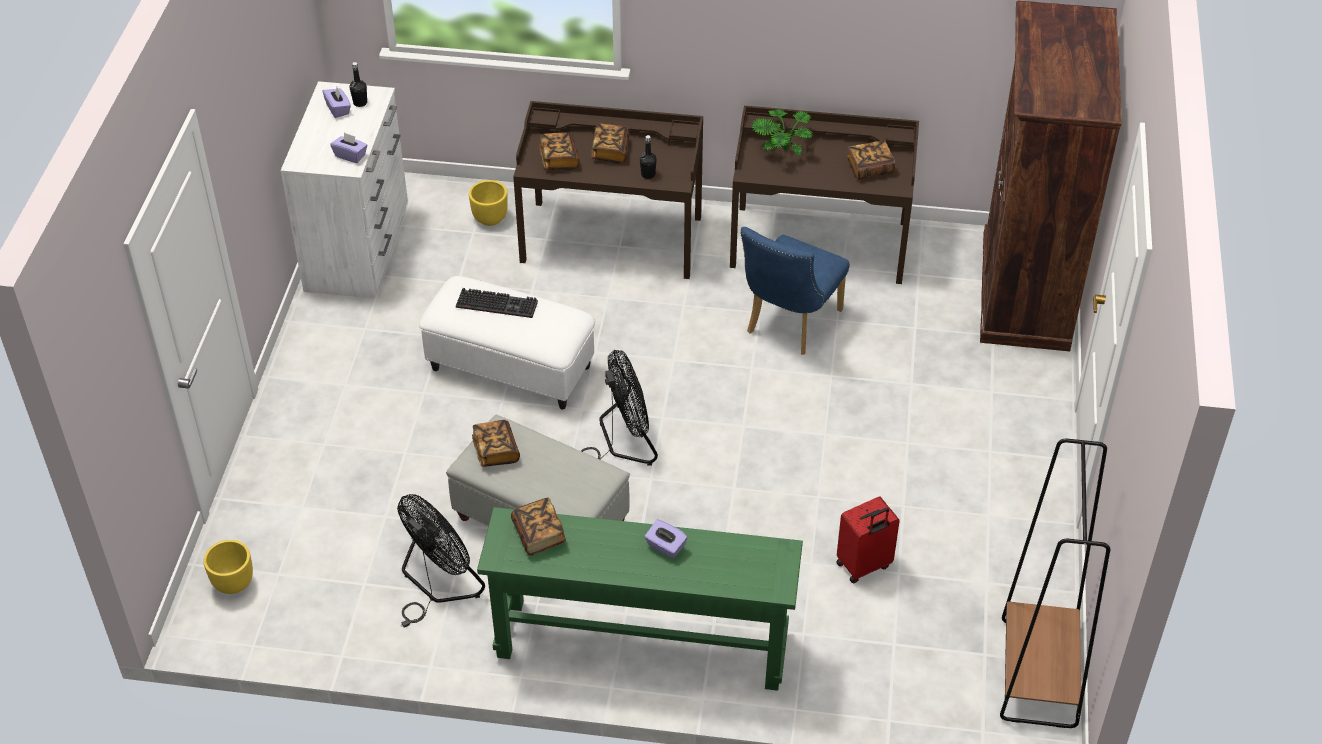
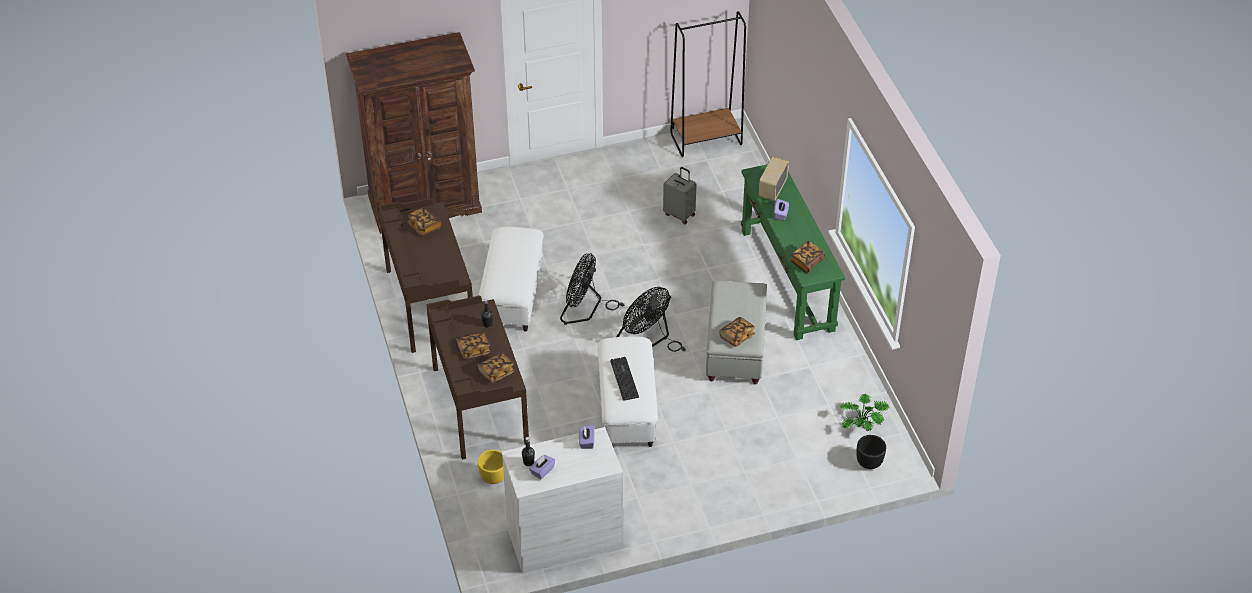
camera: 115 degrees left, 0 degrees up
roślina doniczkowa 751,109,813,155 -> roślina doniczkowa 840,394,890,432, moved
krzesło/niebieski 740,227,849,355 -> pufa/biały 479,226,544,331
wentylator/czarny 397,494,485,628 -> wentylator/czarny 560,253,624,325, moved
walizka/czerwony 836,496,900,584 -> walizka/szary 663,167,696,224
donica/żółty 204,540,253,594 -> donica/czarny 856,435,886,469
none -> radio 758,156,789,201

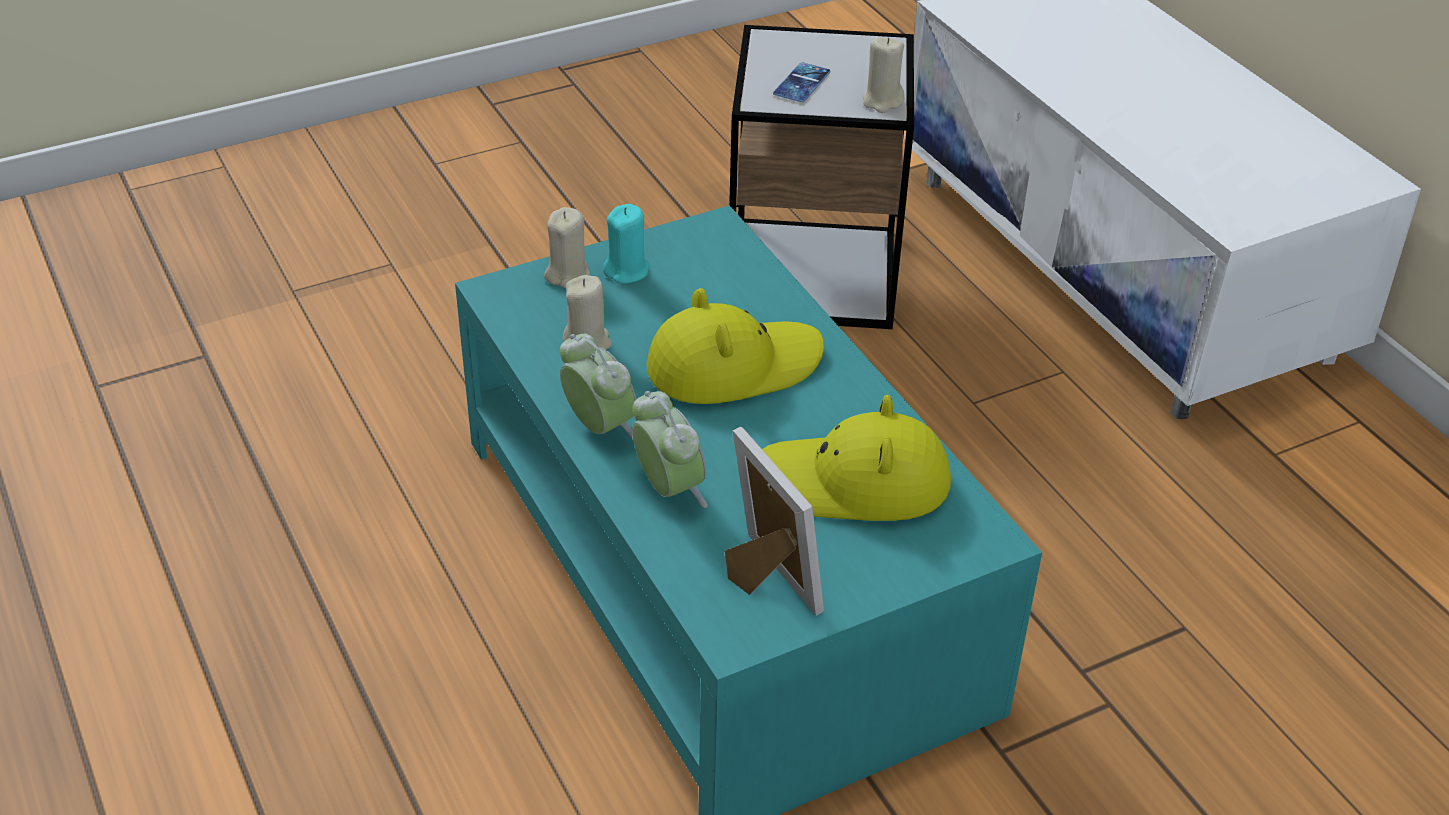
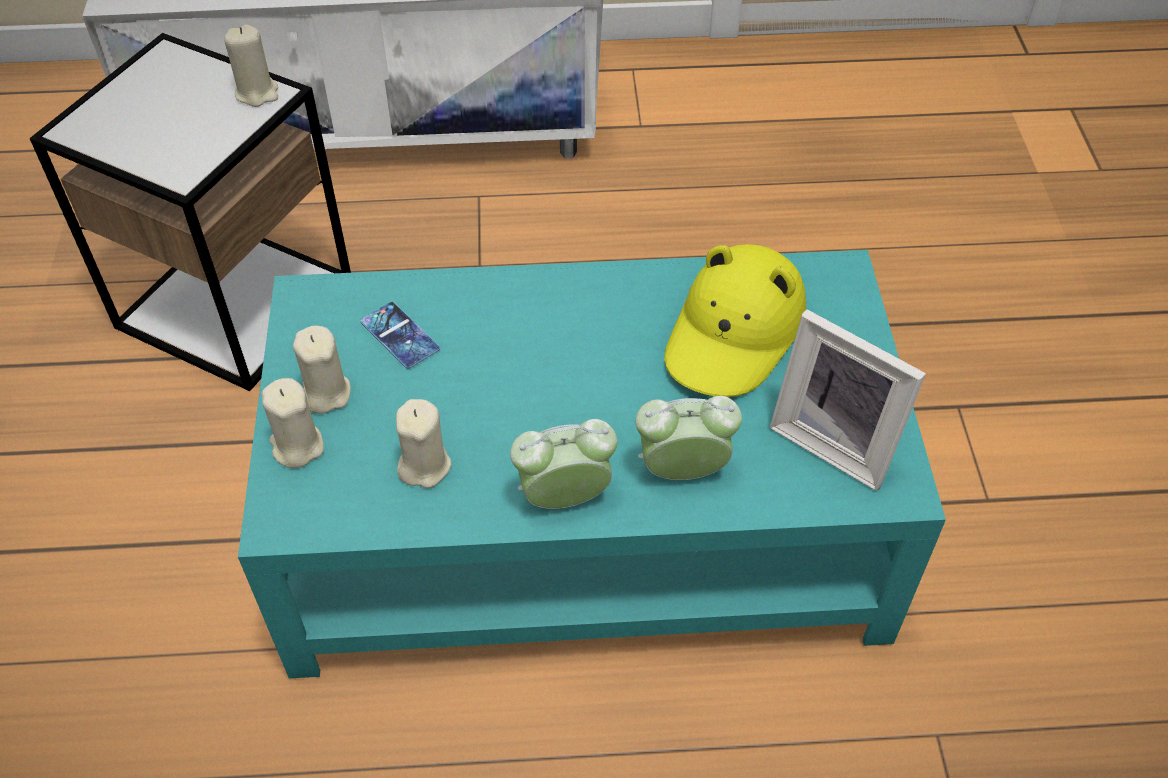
camera: 65 degrees left, 10 degrees up
telefon 773,62,830,102 -> telefon 360,302,440,369, moved
świeca/turkusowy 603,204,649,284 -> świeca/beżowy 293,326,351,414
kapelusz/żółty 647,288,824,404 -> none
ramka na zdjęcie 725,427,824,616 -> ramka na zdjęcie 770,309,926,491, 135 degrees counterclockwise

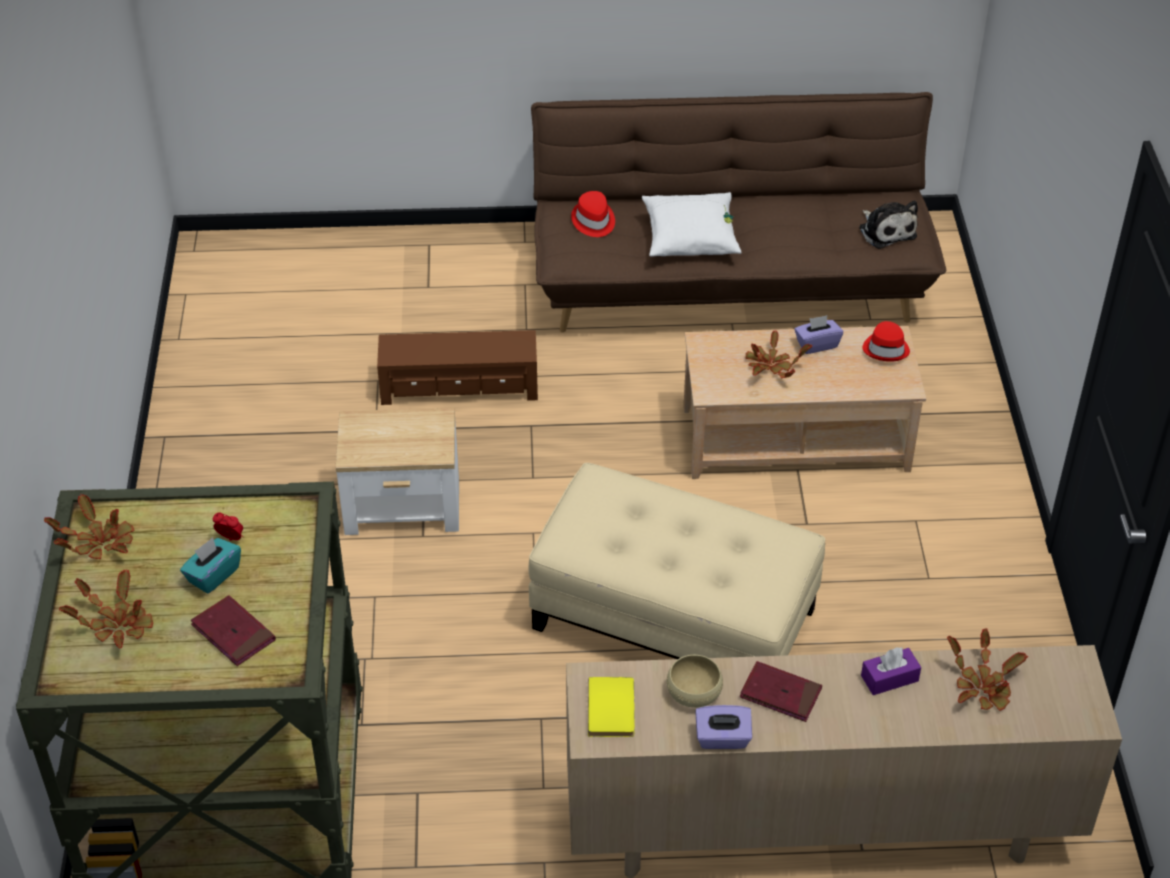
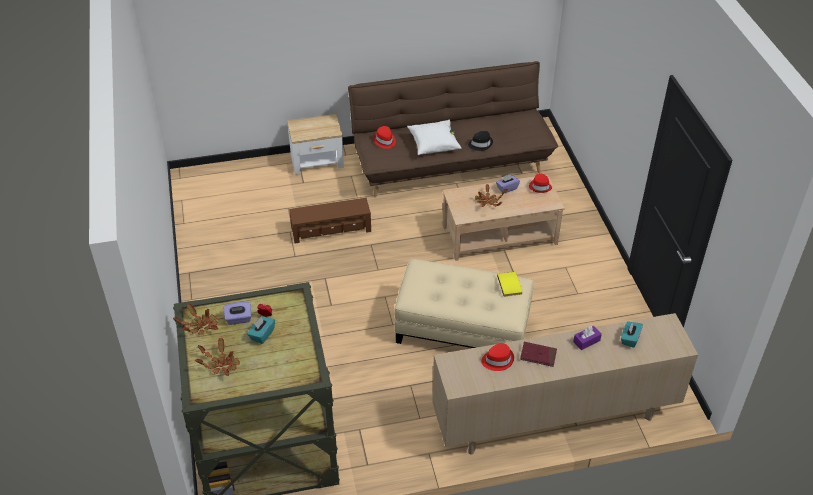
camera: 10 degrees left, 0 degrees up
pluszak 859,201,918,249 -> none
stolik 336,408,459,535 -> stolik 287,114,344,175, moved
książka/czerwony 191,595,276,666 -> none
roślina doniczkowa 947,628,1028,711 -> pudełko chusteczek/turkusowy 621,321,643,348
miska/beżowy 667,655,723,708 -> kapelusz/czerwony 481,343,514,371
książka/żółty 588,677,635,737 -> książka/żółty 497,272,523,297, moved
pudełko chusteczek/fioletowy 695,705,752,749 -> pudełko chusteczek/fioletowy 223,302,252,325, moved
none -> kapelusz/czarny 468,131,493,151

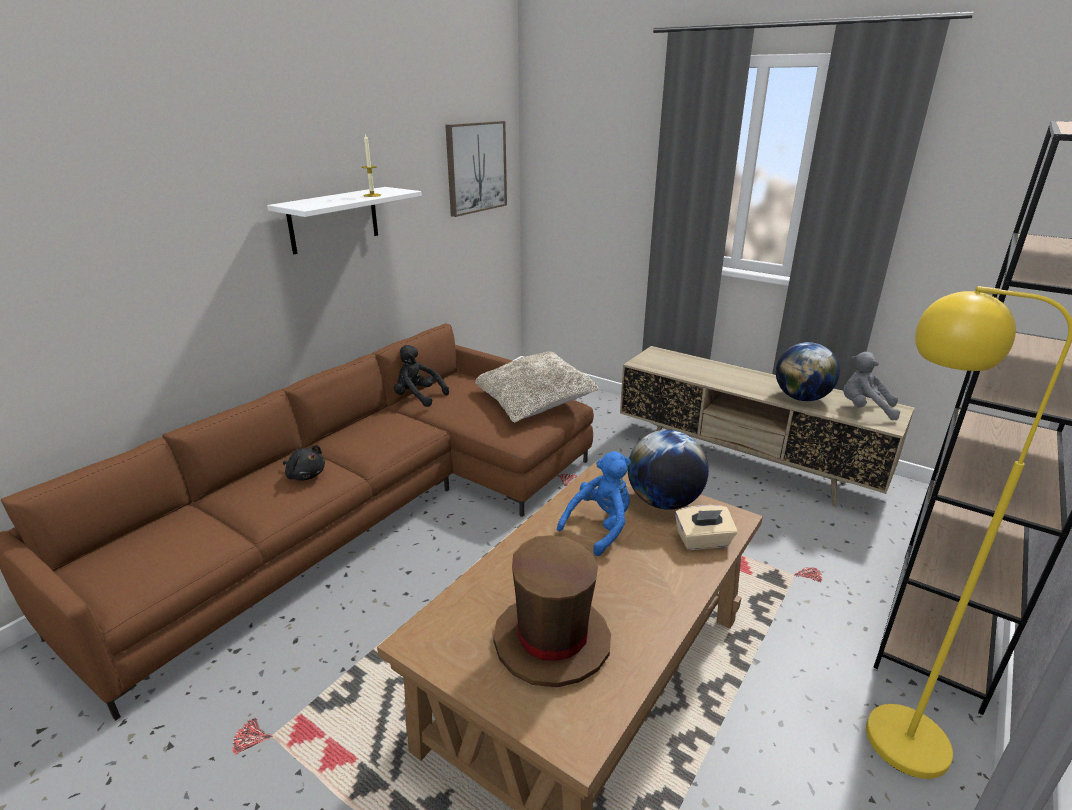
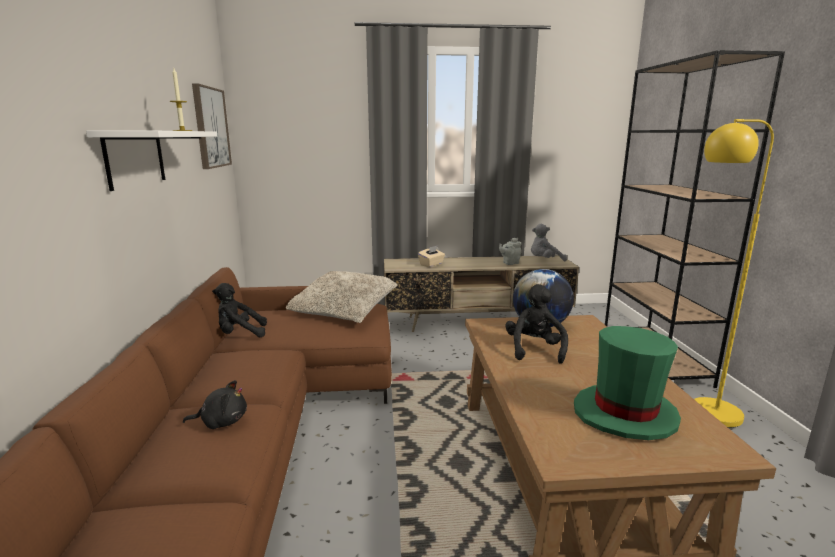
camera: 40 degrees left, 10 degrees down
globus 776,342,840,401 -> imbryk/szary 499,238,522,265
pluszak/niebieski 557,451,631,556 -> pluszak/czarny 505,284,568,364
pudełko chusteczek/beżowy 675,505,738,550 -> pudełko chusteczek/beżowy 418,245,445,267, moved
kapelusz/brązowy 493,535,611,687 -> kapelusz/zielony 574,326,681,440

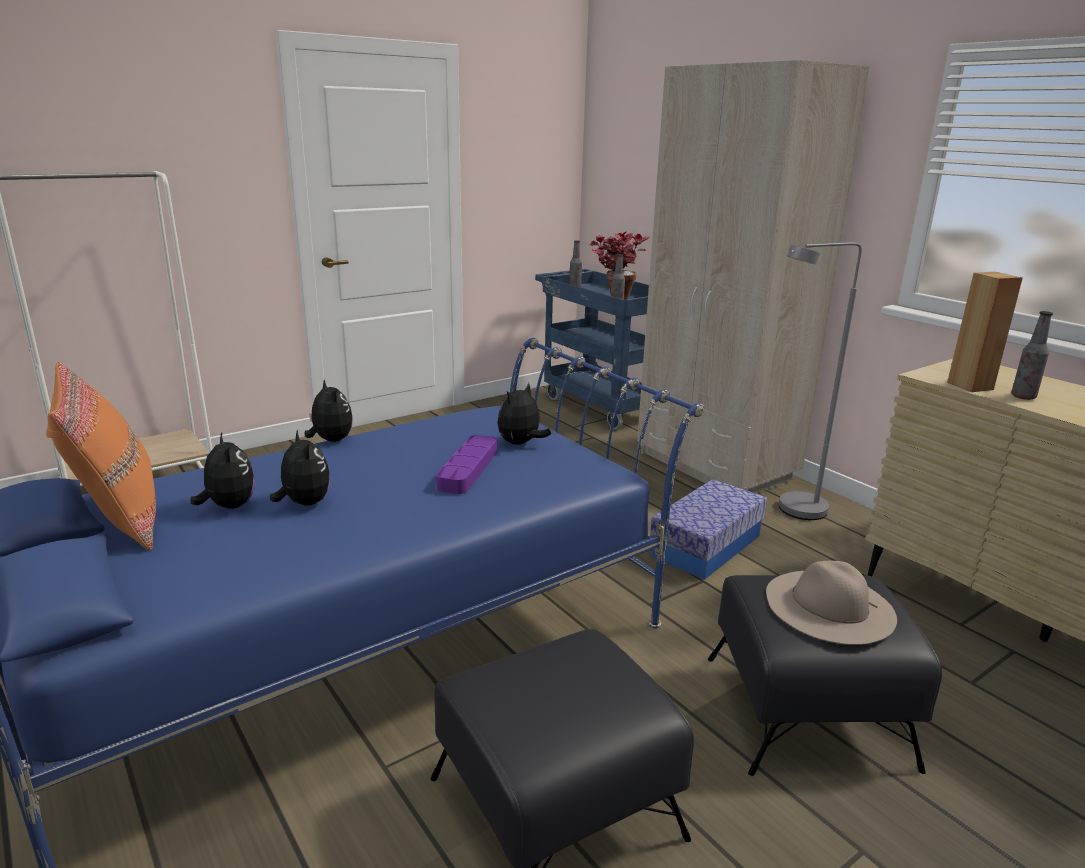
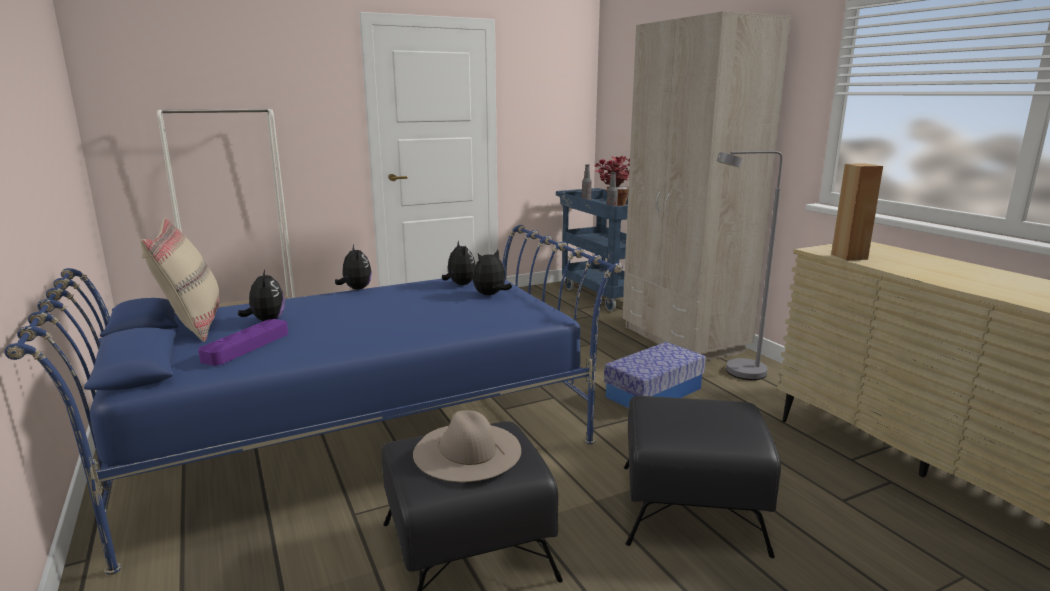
camera: 10 degrees right, 5 degrees down
butelka 1011,311,1053,400 -> none
poduszka/pomarańczowy 46,361,156,551 -> poduszka/beżowy 140,218,219,342
pluszak 270,430,331,506 -> pluszak 442,241,475,285, moved
taca/fioletowy 436,435,497,494 -> taca/fioletowy 198,319,288,366, moved
kapelusz/beżowy 766,561,897,645 -> kapelusz/beżowy 413,410,521,482, moved

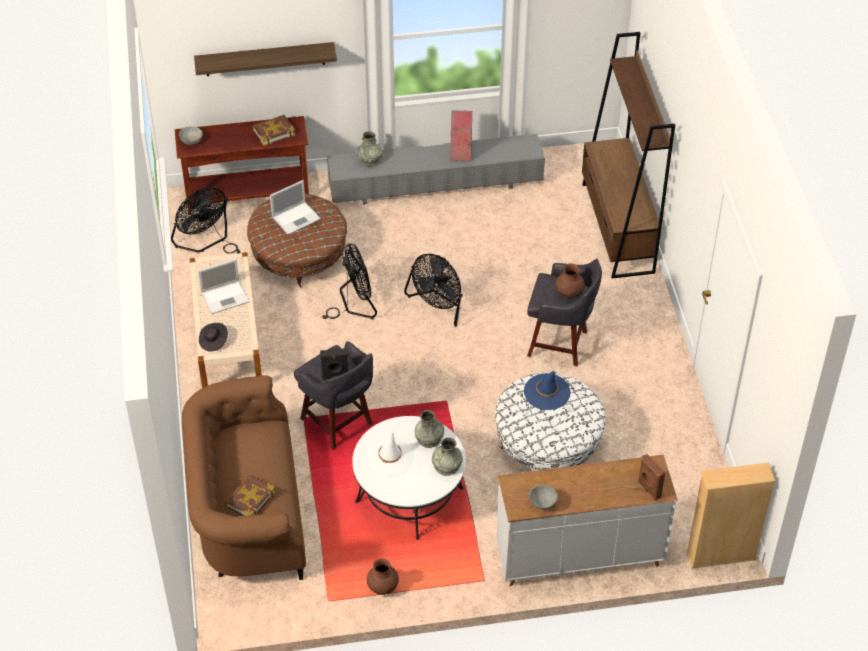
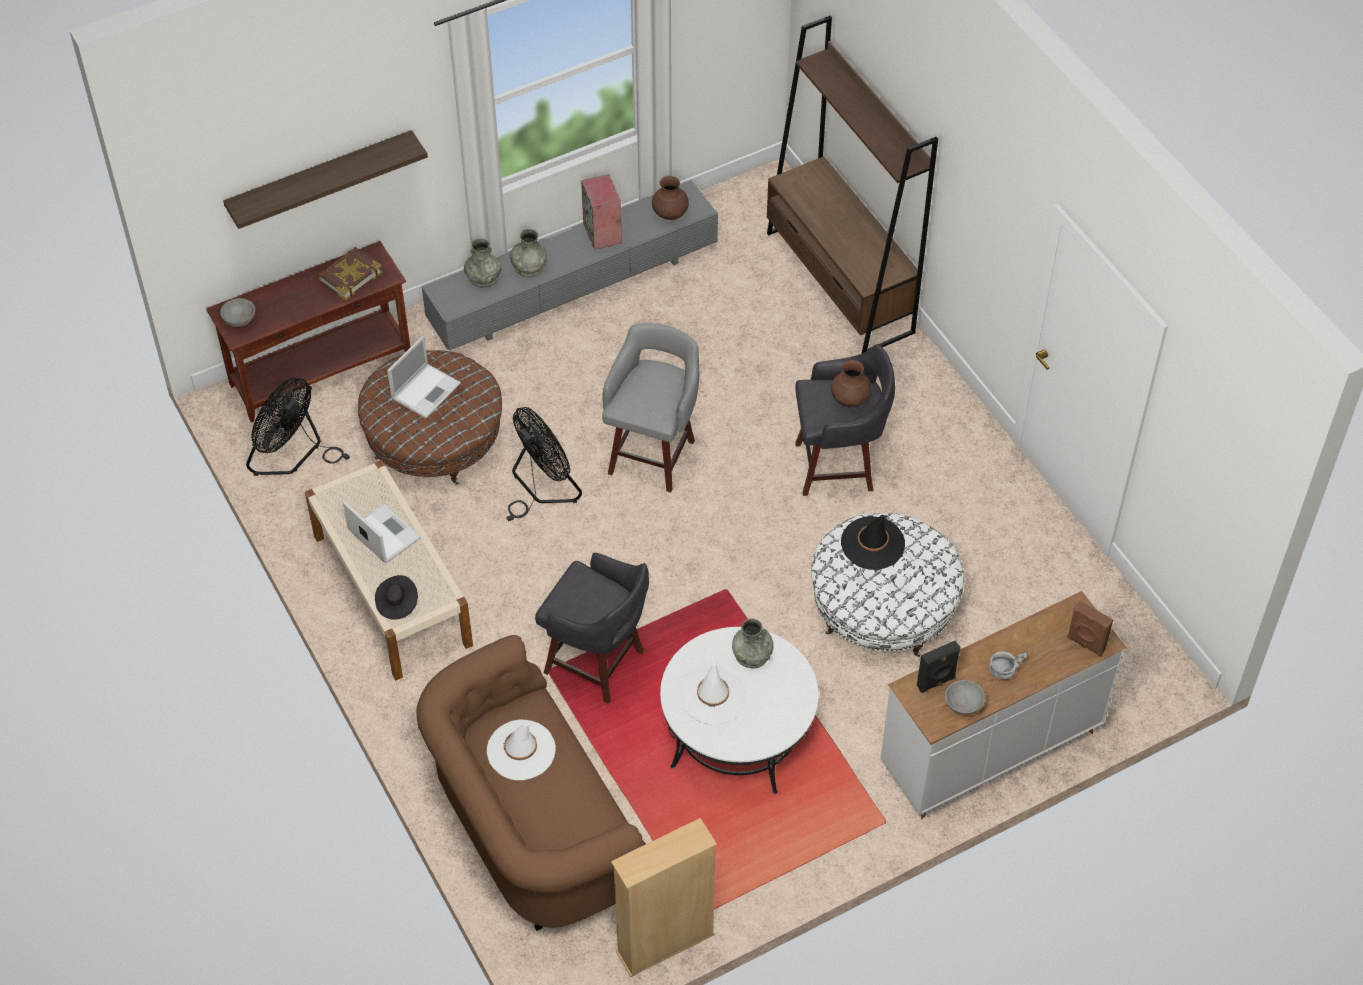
camera: 20 degrees left, 5 degrees up
wentylator/czarny 404,254,463,327 -> stołek/szary 602,323,699,493
laptop 198,259,250,314 -> laptop 343,501,421,563, 90 degrees counterclockwise
głośnik/czarny 320,348,348,380 -> głośnik/czarny 917,641,961,693, moved
kapelusz/niebieski 524,371,571,410 -> kapelusz/czarny 841,515,905,570
wazon/szary 432,437,463,476 -> wazon/szary 510,229,547,277, moved
regał/beżowy 686,462,775,569 -> regał/beżowy 611,818,717,977, moved
książka 224,474,276,516 -> none
wazon/brązowy 367,558,399,595 -> wazon/brązowy 652,176,689,220, moved
none -> miska/szary 989,652,1027,680
none -> kapelusz/biały 487,720,556,780

